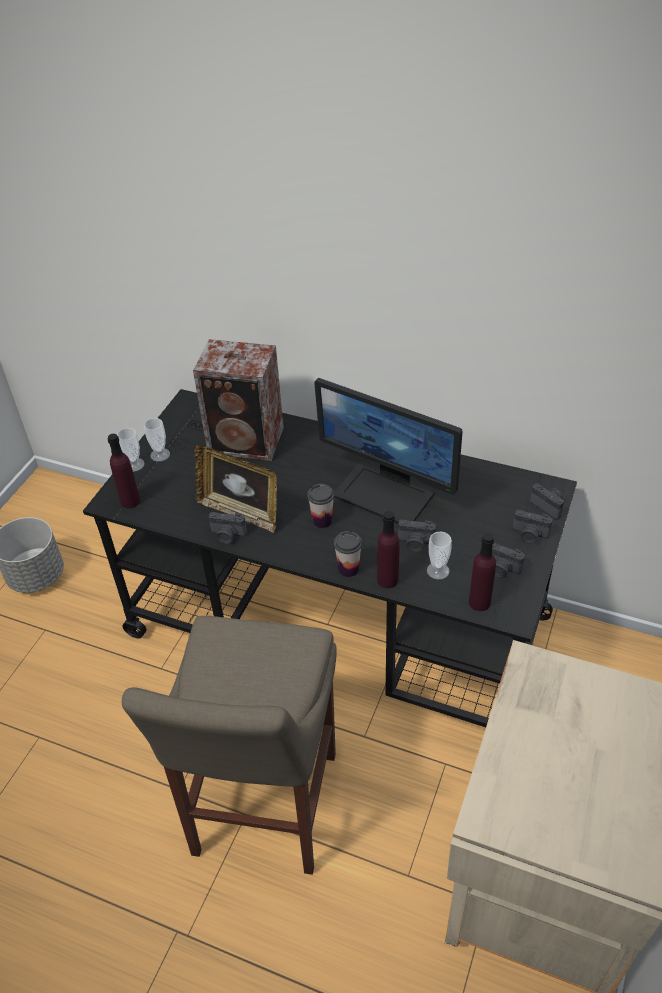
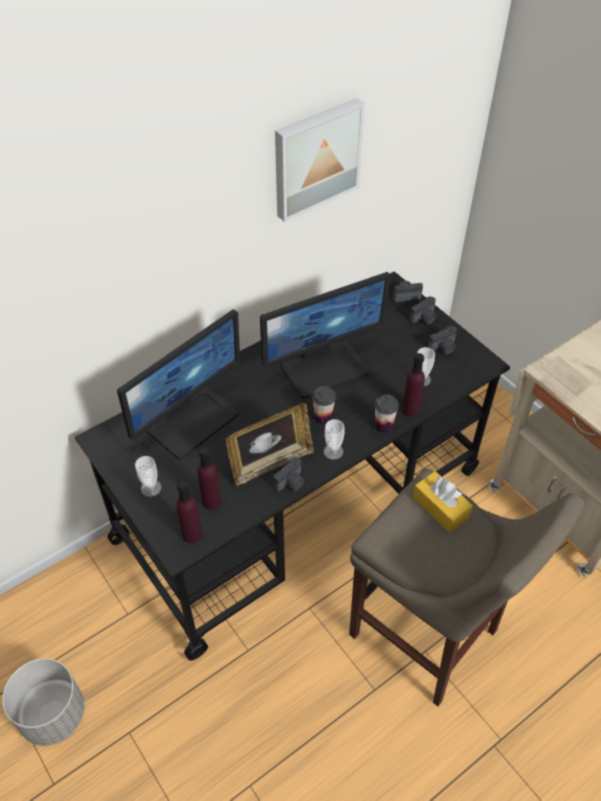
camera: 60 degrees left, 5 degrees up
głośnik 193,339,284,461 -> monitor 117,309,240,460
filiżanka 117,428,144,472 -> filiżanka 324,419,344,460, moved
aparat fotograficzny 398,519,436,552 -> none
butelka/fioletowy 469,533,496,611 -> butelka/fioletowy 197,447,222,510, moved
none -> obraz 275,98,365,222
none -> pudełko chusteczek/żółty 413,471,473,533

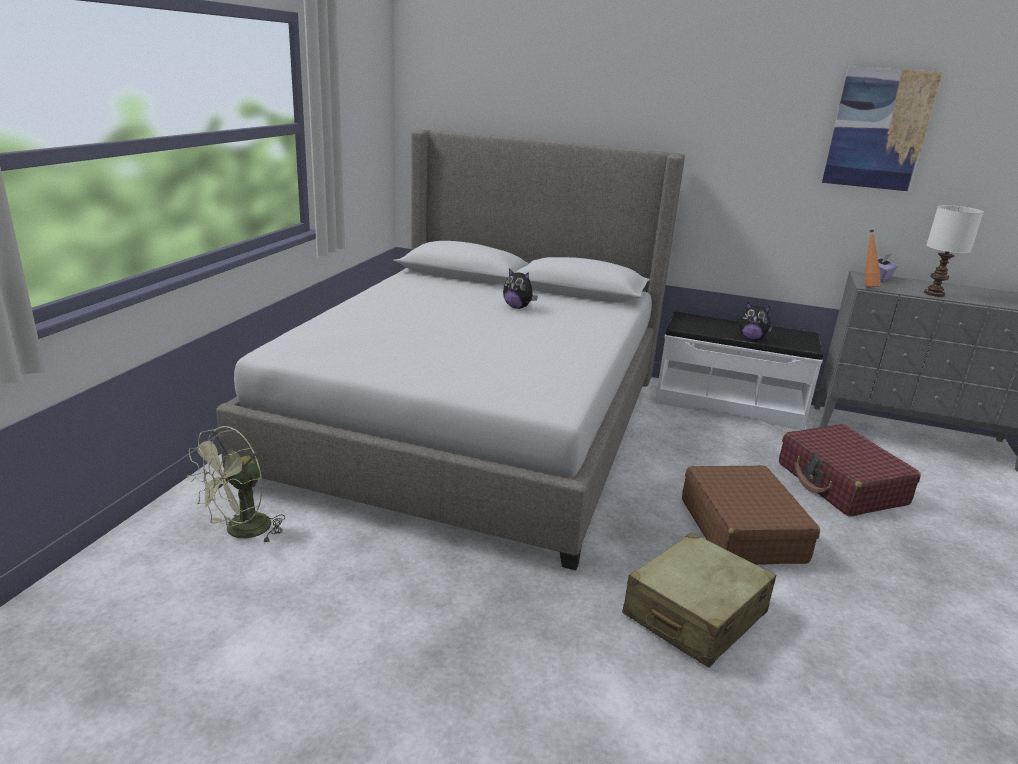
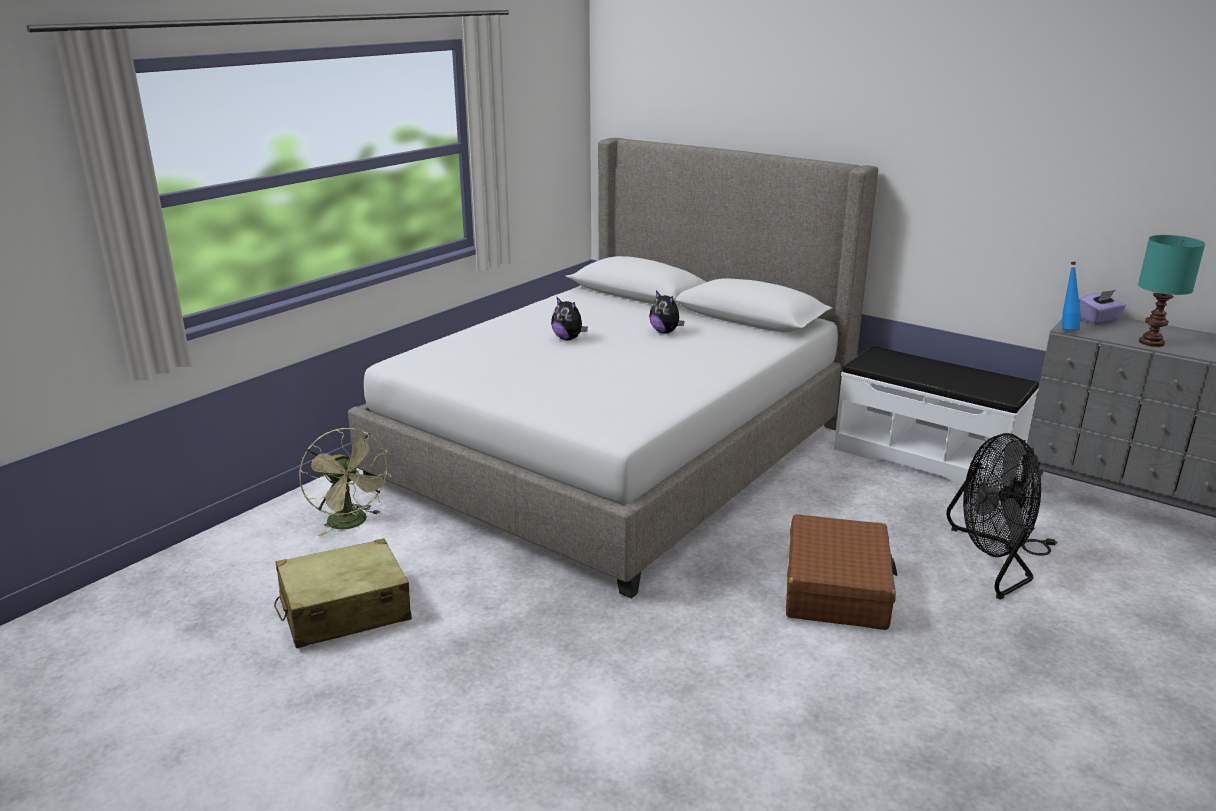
camera: 20 degrees right, 0 degrees up
obraz 822,66,943,191 -> none
lampa stołowa/biały 924,205,984,297 -> lampa stołowa/turkusowy 1138,235,1205,347
butelka/pomarańczowy 865,230,880,287 -> butelka/niebieski 1062,262,1080,330
pluszak 739,302,773,340 -> pluszak 551,297,588,340, moved
walizka/czerwony 779,424,921,517 -> wentylator/czarny 947,433,1058,600
wentylator/zielony 187,426,285,542 -> wentylator/zielony 299,428,391,537, 90 degrees counterclockwise
walizka/beżowy 622,532,776,668 -> walizka/beżowy 274,539,412,648, moved

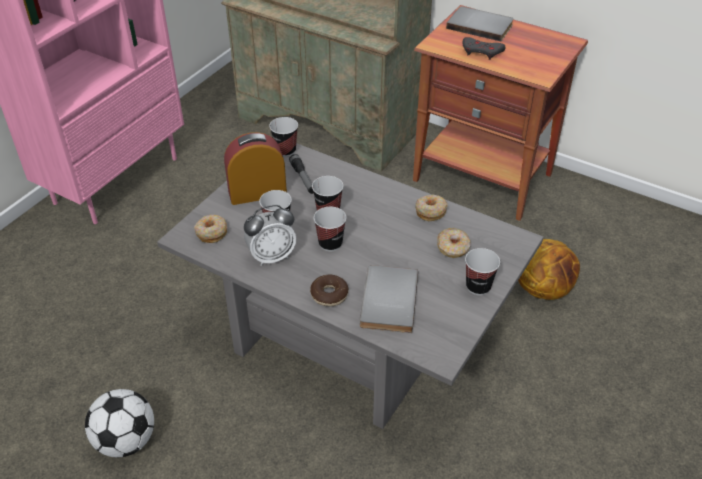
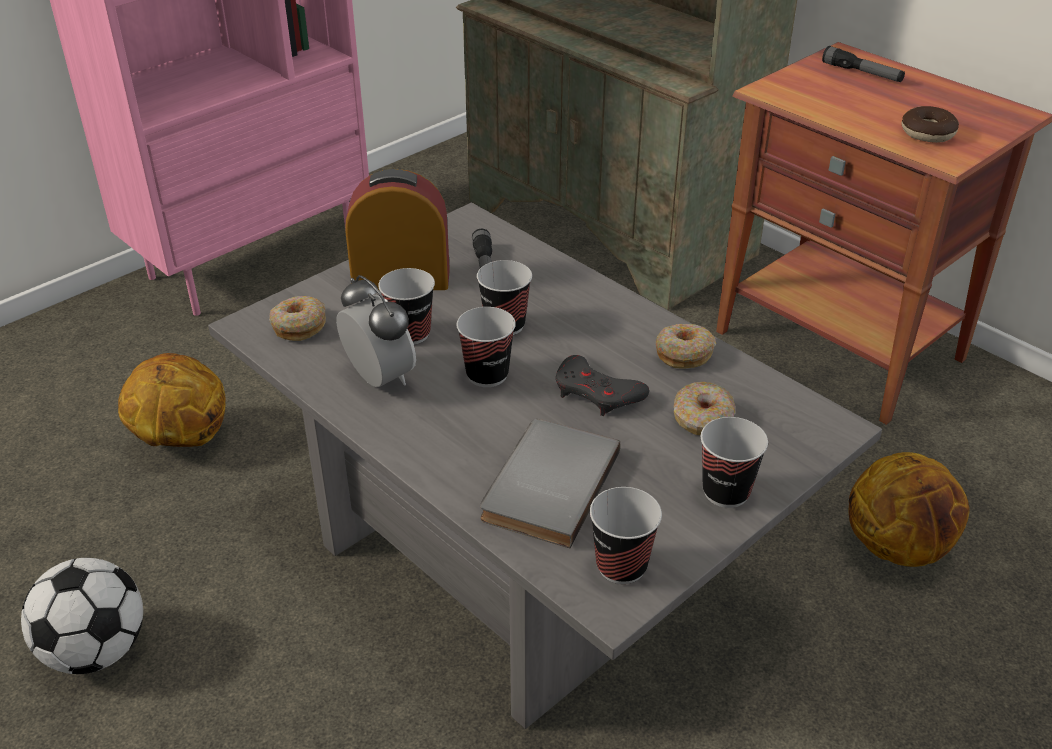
camera: 15 degrees right, 5 degrees down
książka/szary 446,6,514,41 -> latarka 822,46,905,82
pad do gier/szary 462,37,506,60 -> pad do gier/szary 556,355,649,416, moved
filiżanka 269,117,298,157 -> filiżanka 590,487,662,584, moved
budzik 244,205,296,266 -> budzik 336,275,416,387, 120 degrees counterclockwise
donut 310,274,349,306 -> donut 902,106,959,143, moved
none -> piłka do koszykówki 118,353,225,447

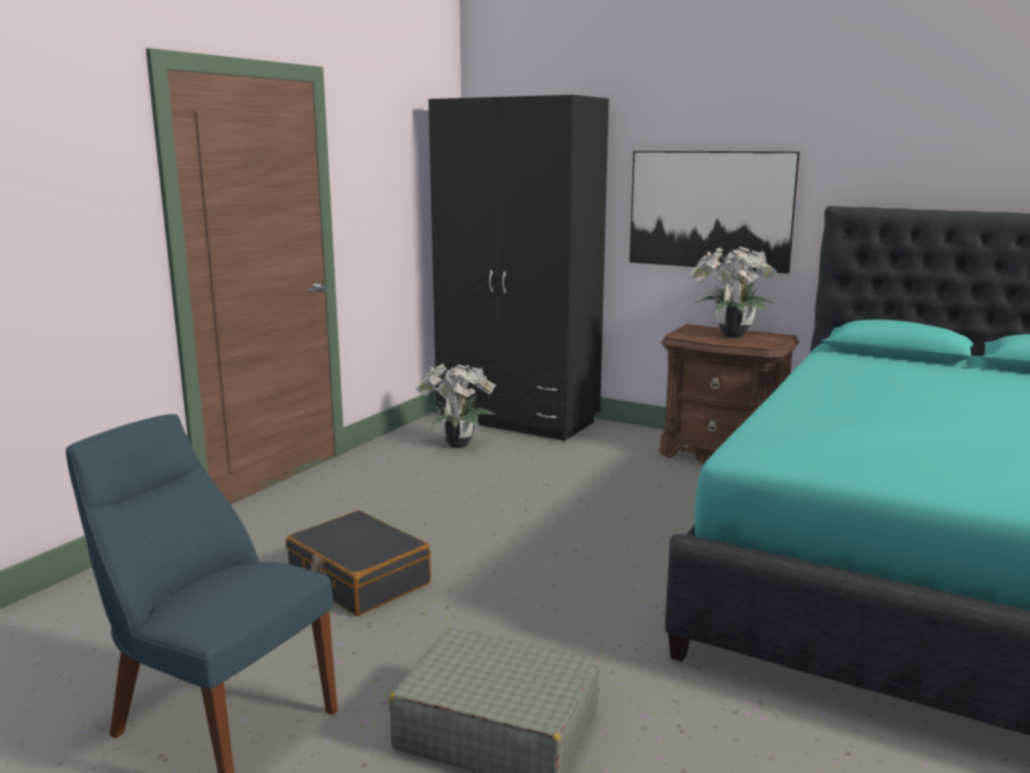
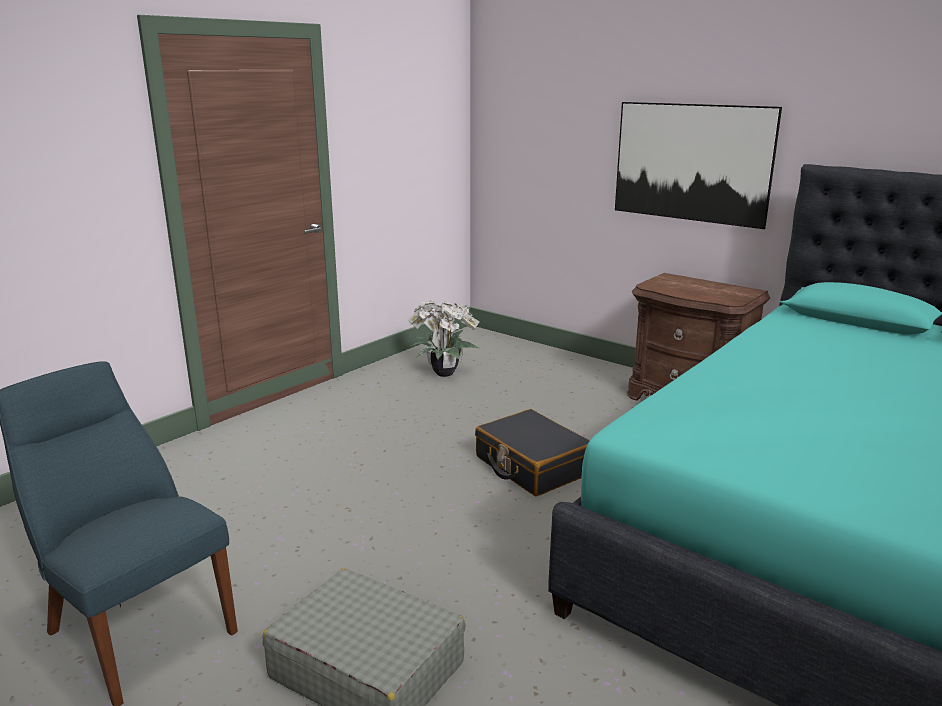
camera: 10 degrees right, 5 degrees up
szafa/czarny 428,95,609,441 -> none
roślina doniczkowa 689,247,777,338 -> none
walizka/czarny 286,510,431,616 -> walizka/czarny 475,409,590,496, moved

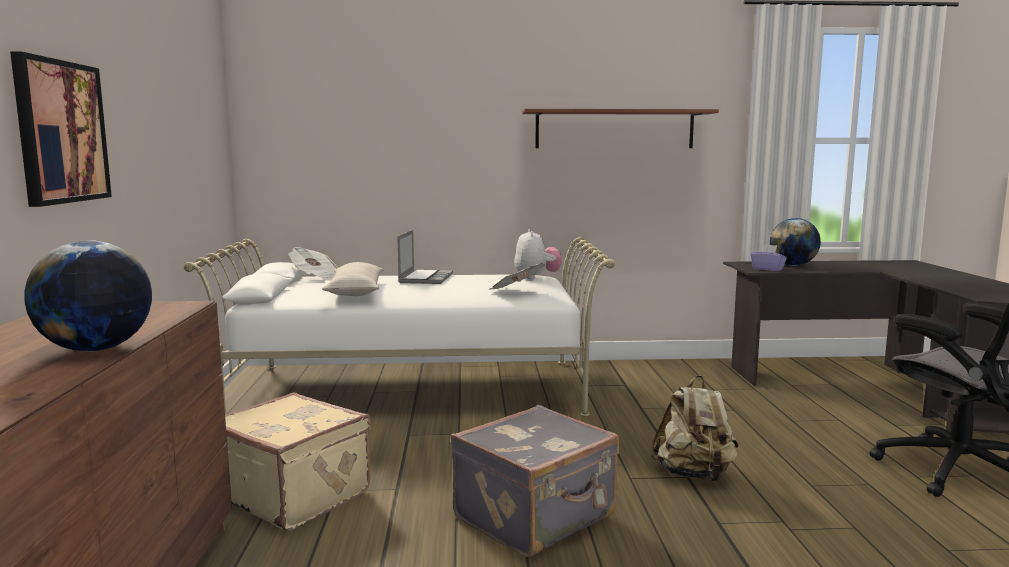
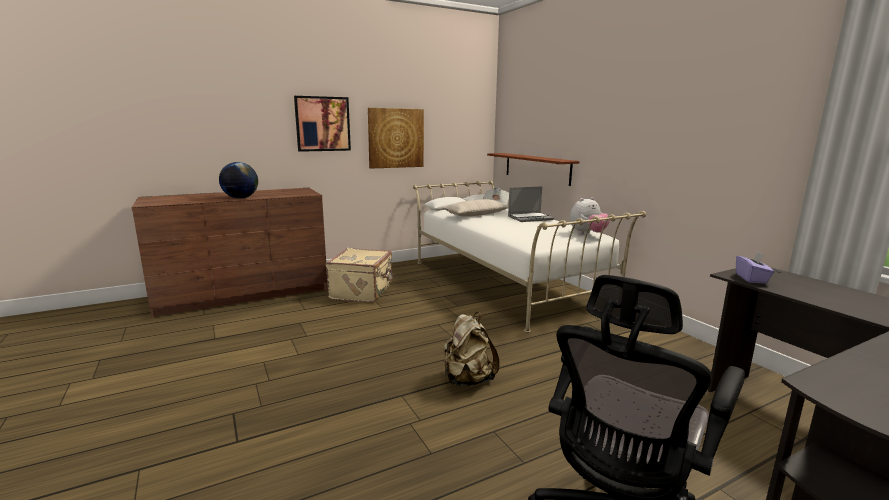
camera: 65 degrees right, 5 degrees up
półka/brązowy 522,109,719,148 -> półka/brązowy 487,153,580,186, moved
globus 770,218,821,266 -> none
gazeta 490,263,545,290 -> none
walizka/szary 451,405,619,557 -> none
none -> obraz 368,108,424,169

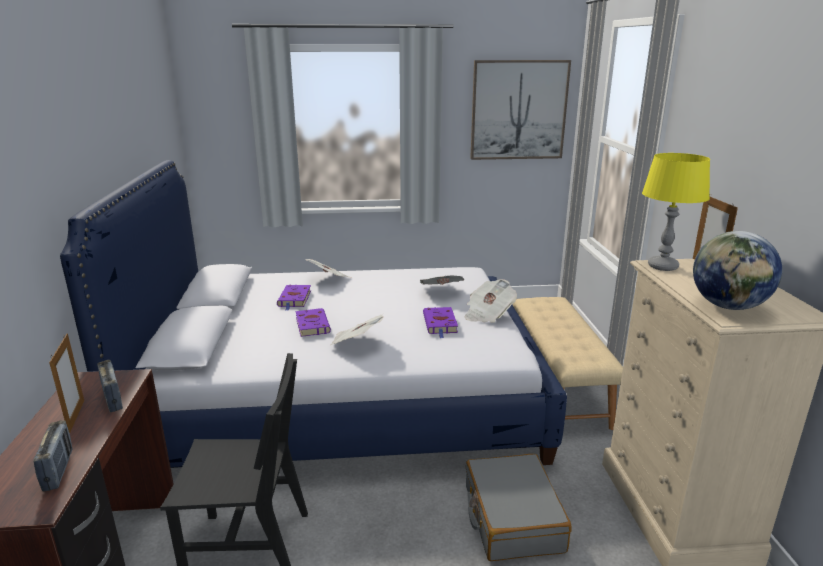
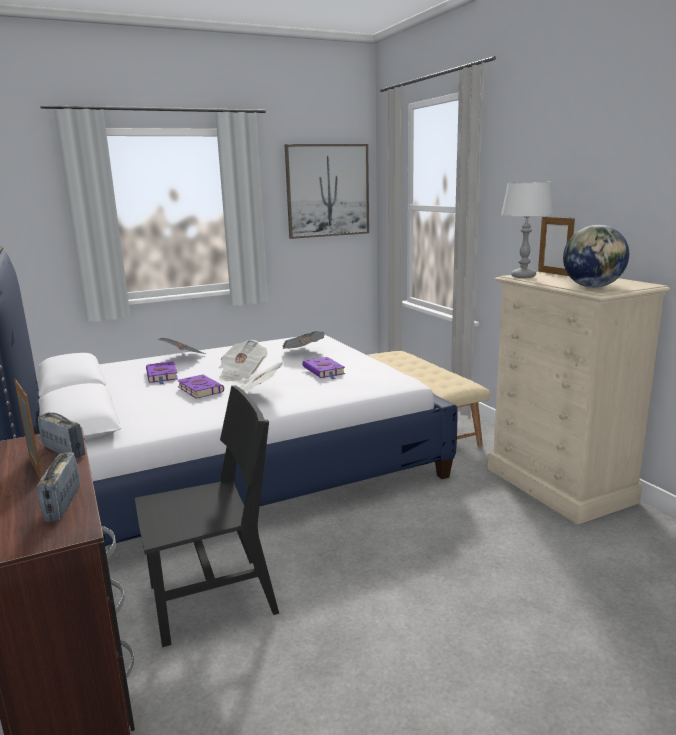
camera: 20 degrees left, 5 degrees down
lampa stołowa/żółty 642,153,710,271 -> lampa stołowa/szary 501,182,554,278
gazeta 465,279,517,323 -> gazeta 219,340,267,382, moved
radio 33,420,73,491 -> radio 37,452,80,522, 150 degrees counterclockwise
walizka/szary 466,454,571,561 -> none

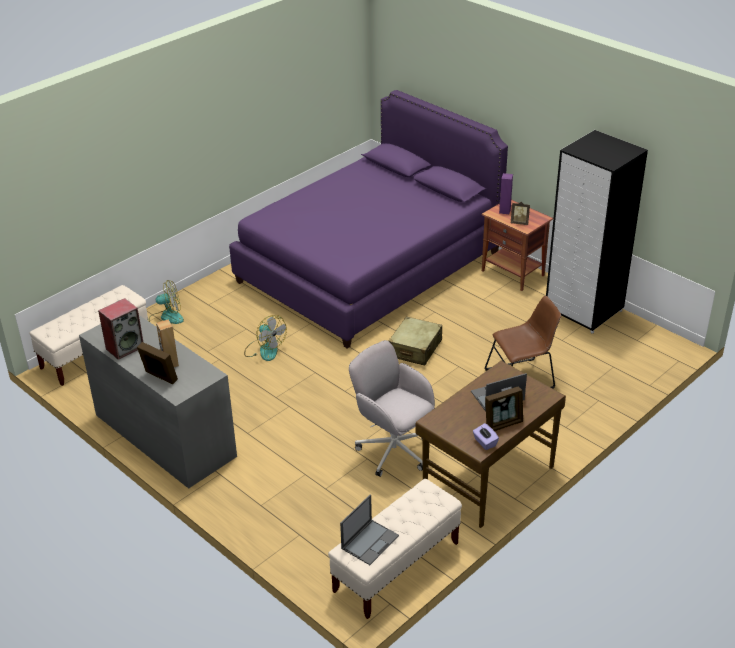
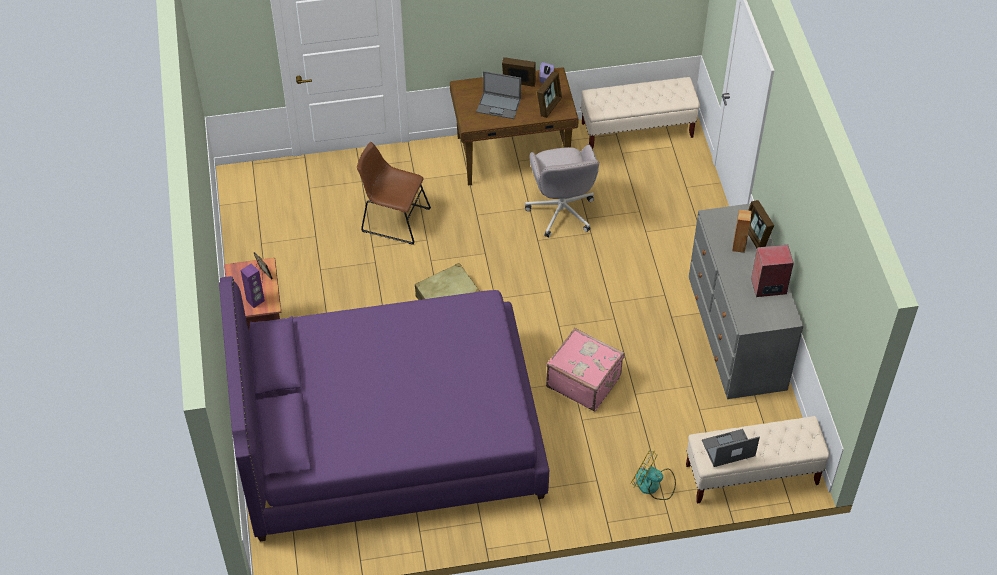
camera: 145 degrees left, 15 degrees up
szafa 546,130,648,334 -> none
wentylator 244,315,287,361 -> walizka/różowy 546,328,625,411
laptop 340,494,399,565 -> laptop 702,429,760,467, moved
none -> ramka na zdjęcie 537,72,562,118

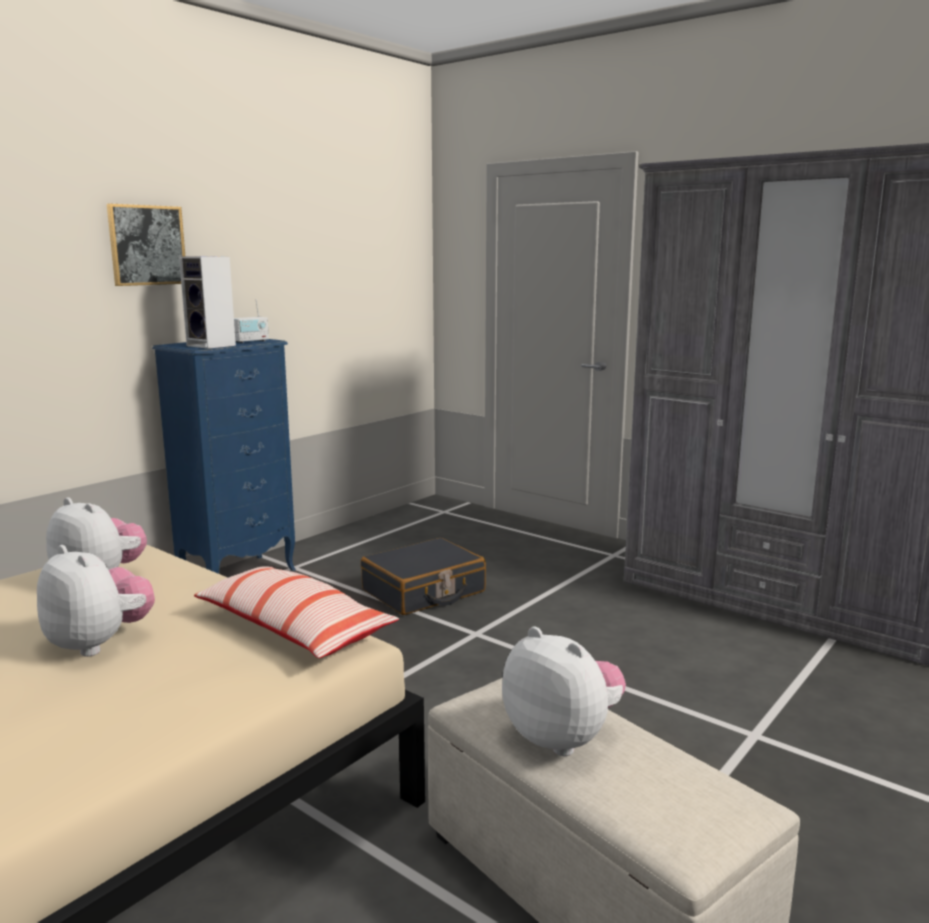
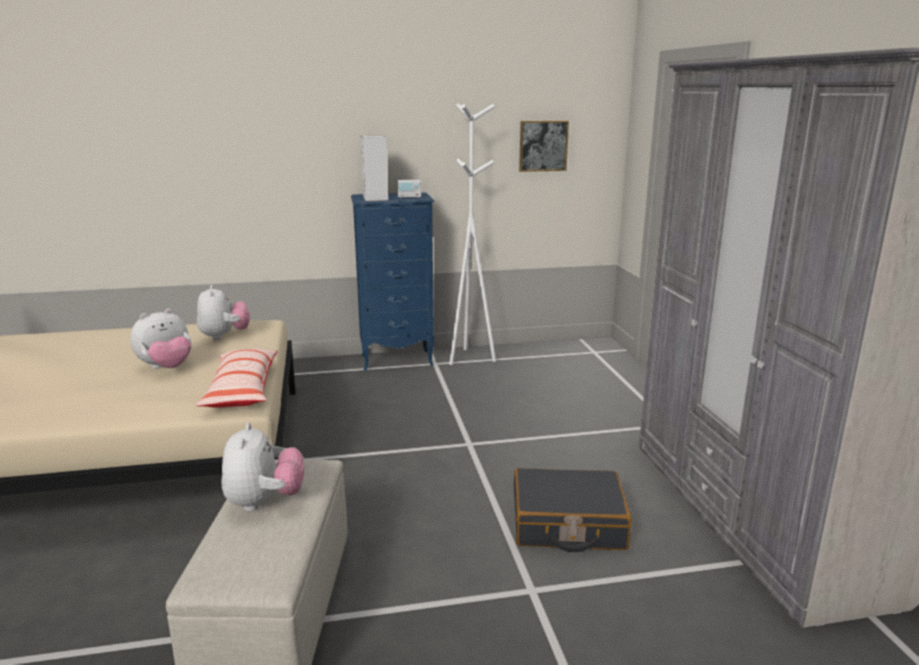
camera: 40 degrees right, 5 degrees up
obraz 107,204,185,286 -> obraz 519,120,569,172, moved
walizka/czarny 361,538,486,615 -> walizka/czarny 514,468,632,552, moved
pluszak 37,545,155,657 -> pluszak 130,309,191,369, 60 degrees clockwise
none -> wieszak/biały 449,104,496,365

